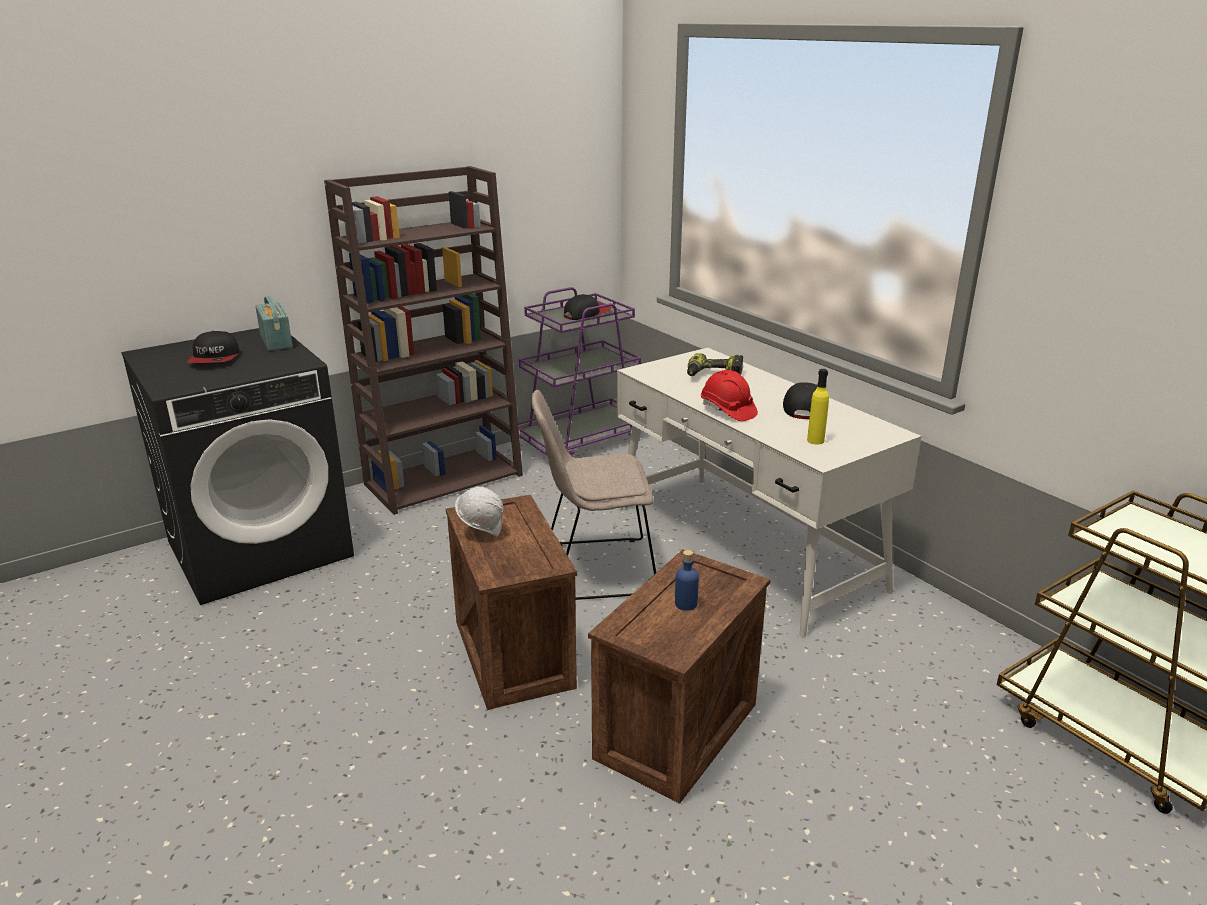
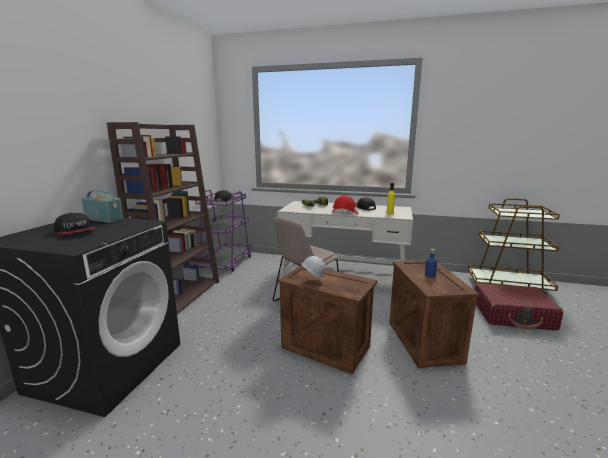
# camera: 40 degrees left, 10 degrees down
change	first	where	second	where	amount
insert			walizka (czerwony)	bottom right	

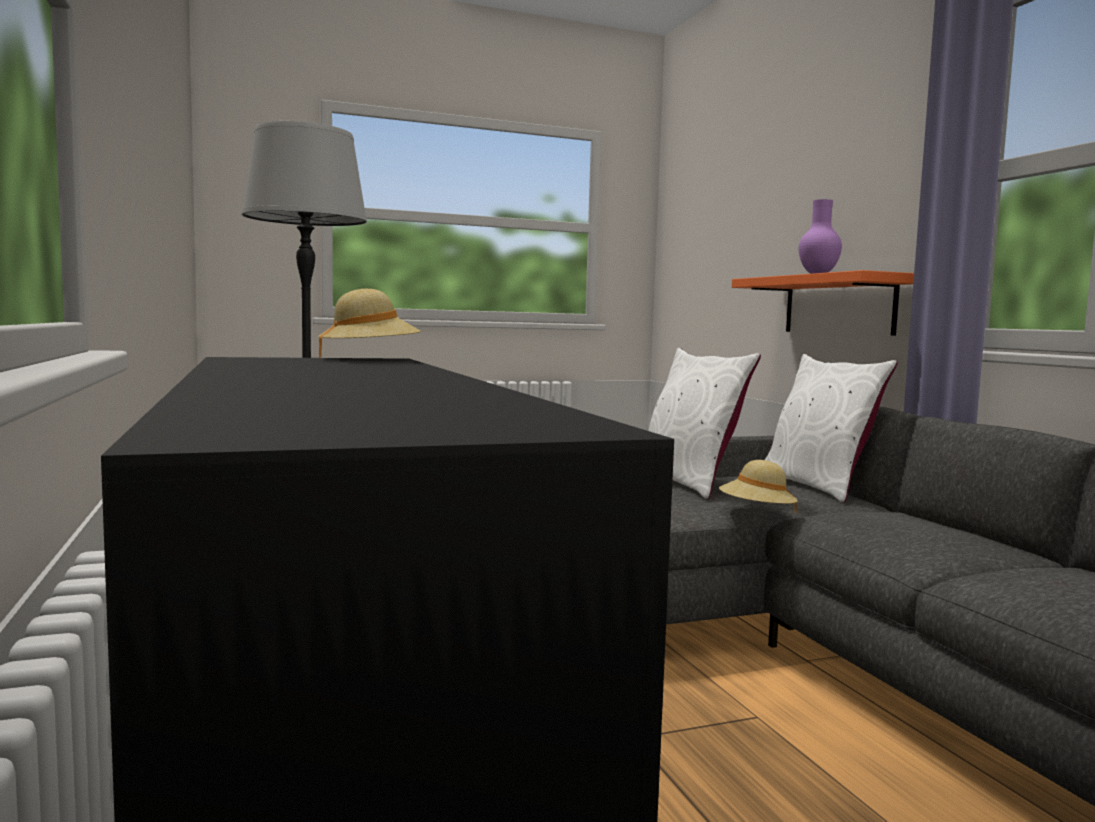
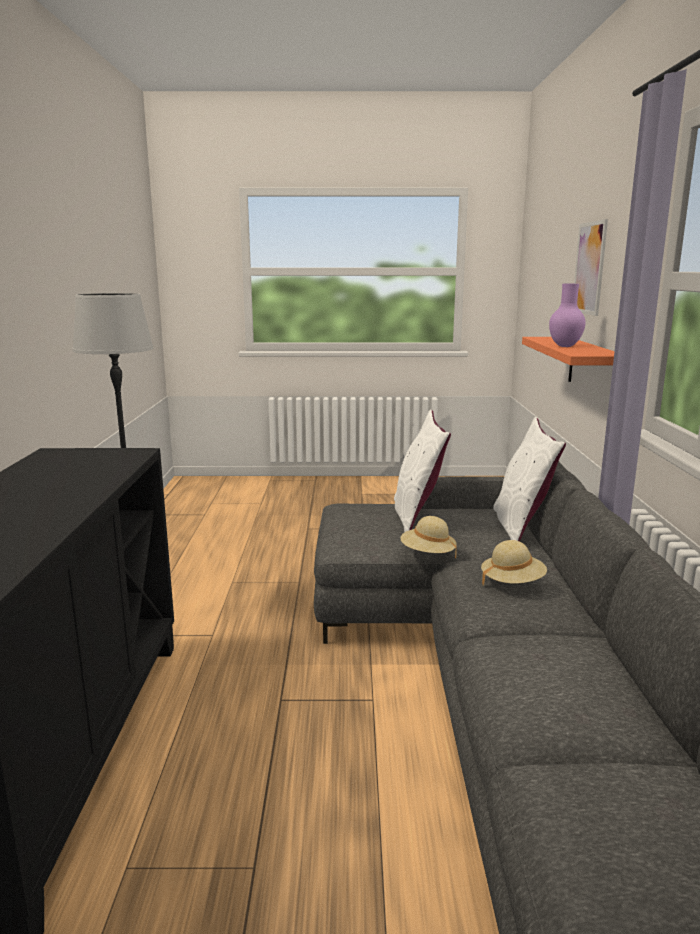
# camera: 20 degrees right, 10 degrees up
change	first	where	second	where	amount
move	kapelusz (beżowy) (1st from left in the first image)	centre	kapelusz (beżowy) (2nd from left)	middle right	
insert			obraz	top right	

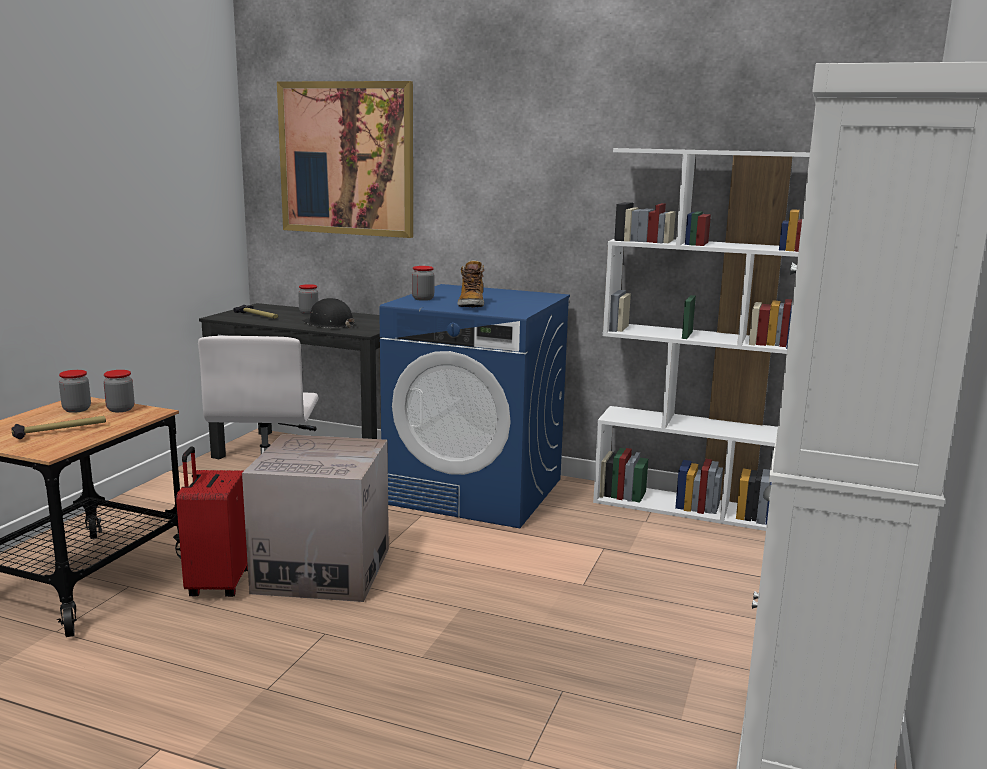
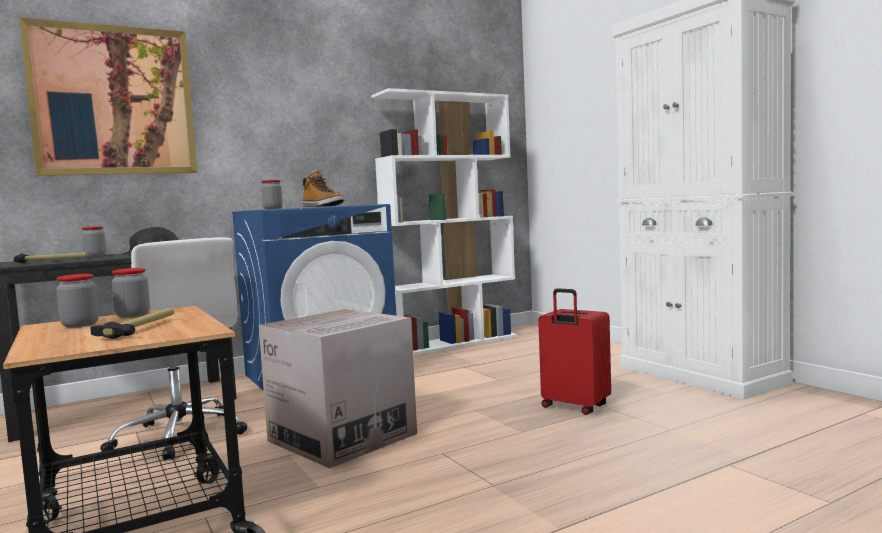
# camera: 50 degrees left, 10 degrees down
change	first	where	second	where	amount
move	walizka (czerwony)	bottom left		centre	

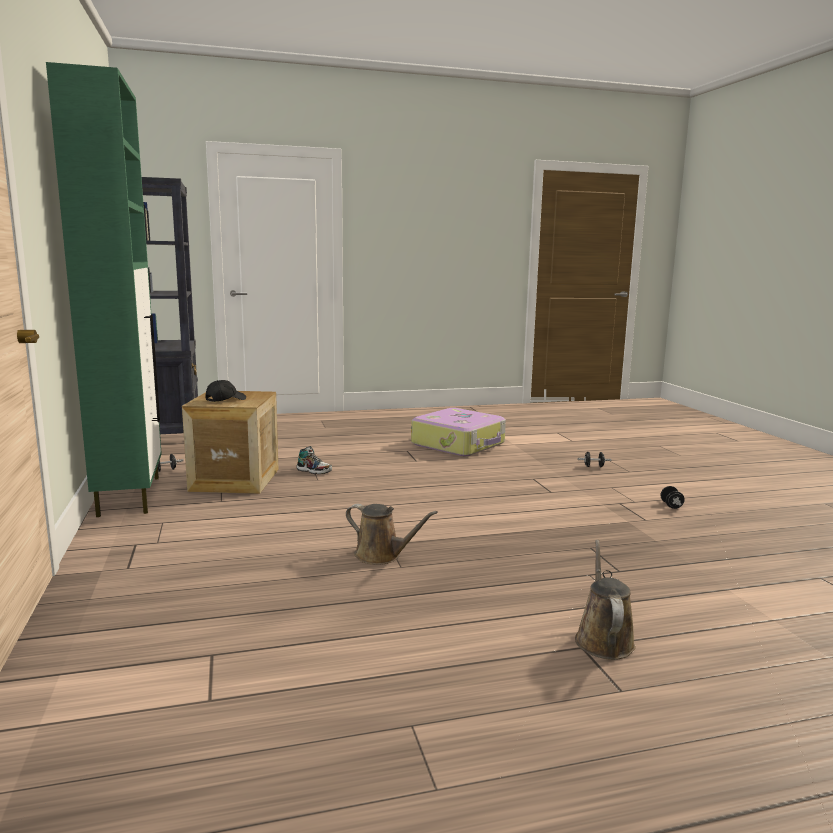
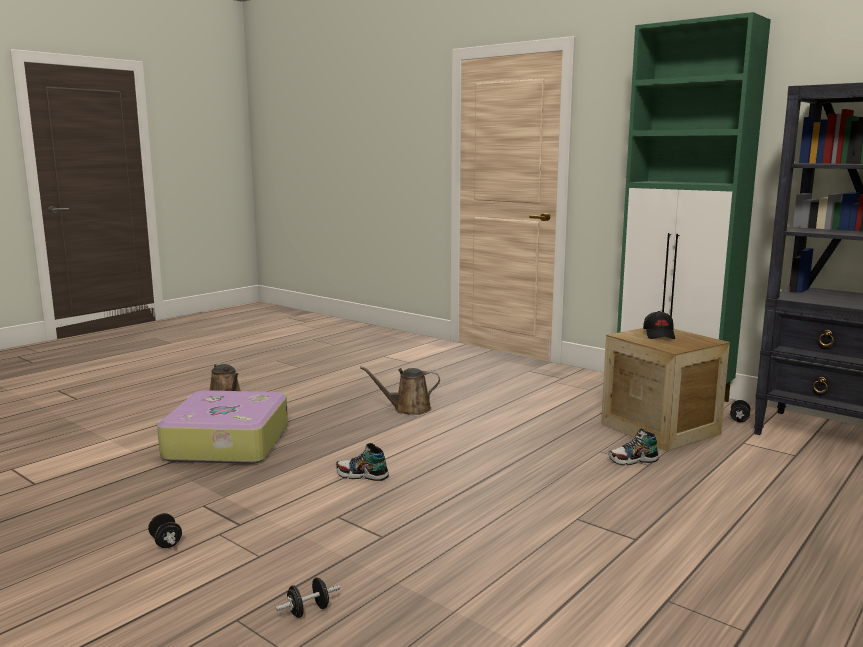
# camera: 145 degrees right, 0 degrees up
change	first	where	second	where	amount
move	walizka	centre		middle left	
insert			but (1st from left)	bottom centre	

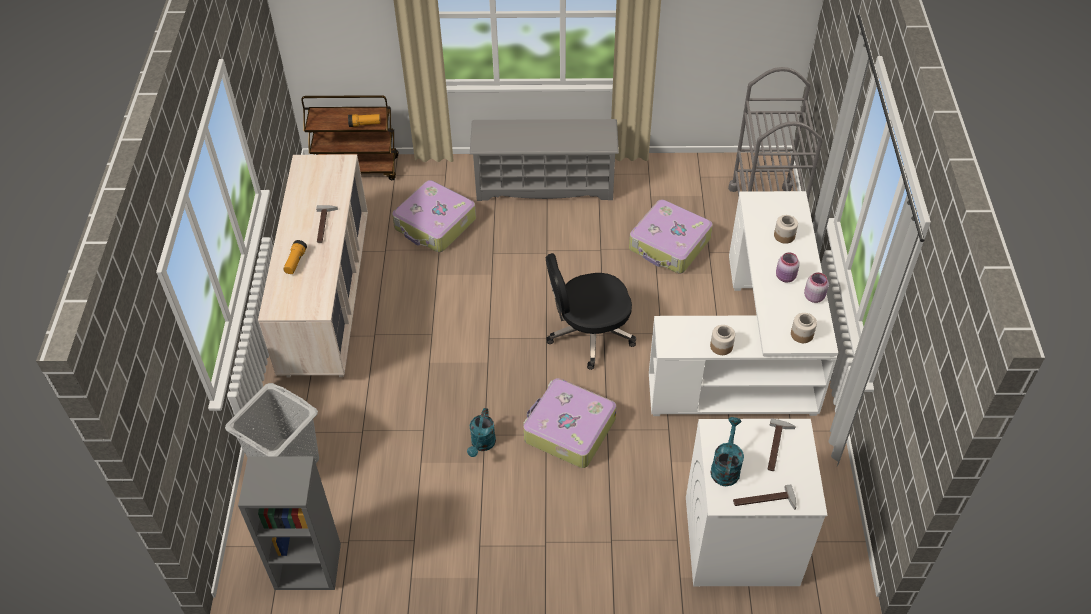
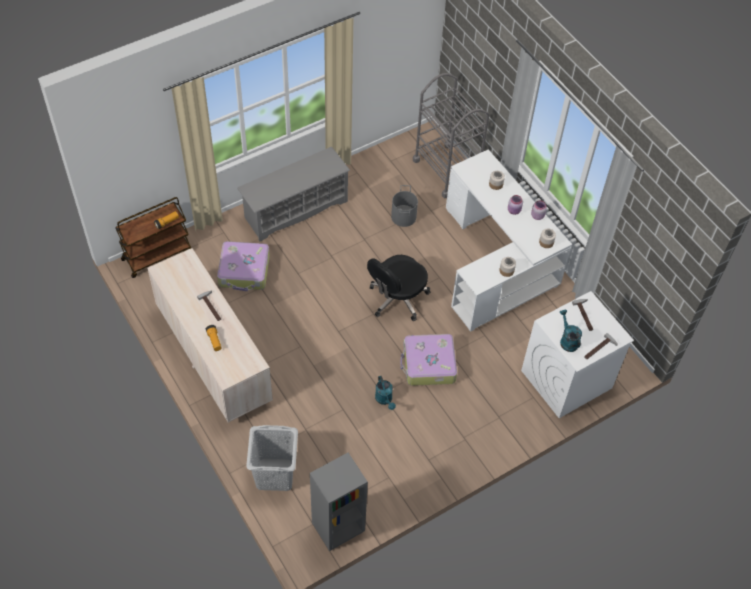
# camera: 35 degrees left, 5 degrees up
change	first	where	second	where	amount
replace	walizka (3rd from left)	centre	wiadro (szary)	centre	

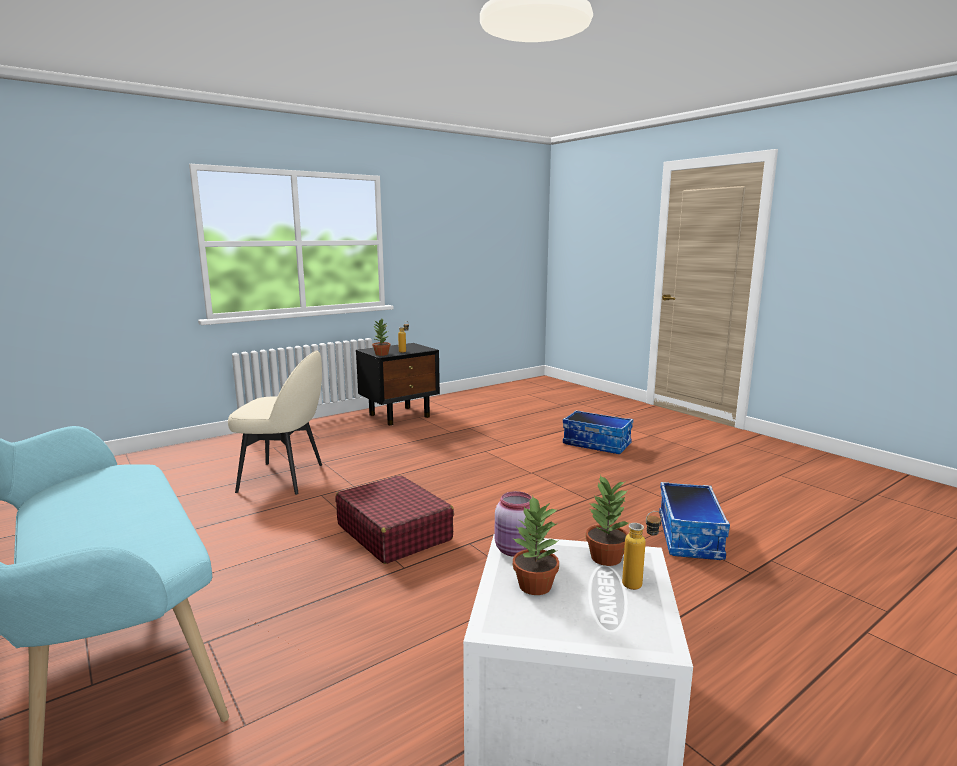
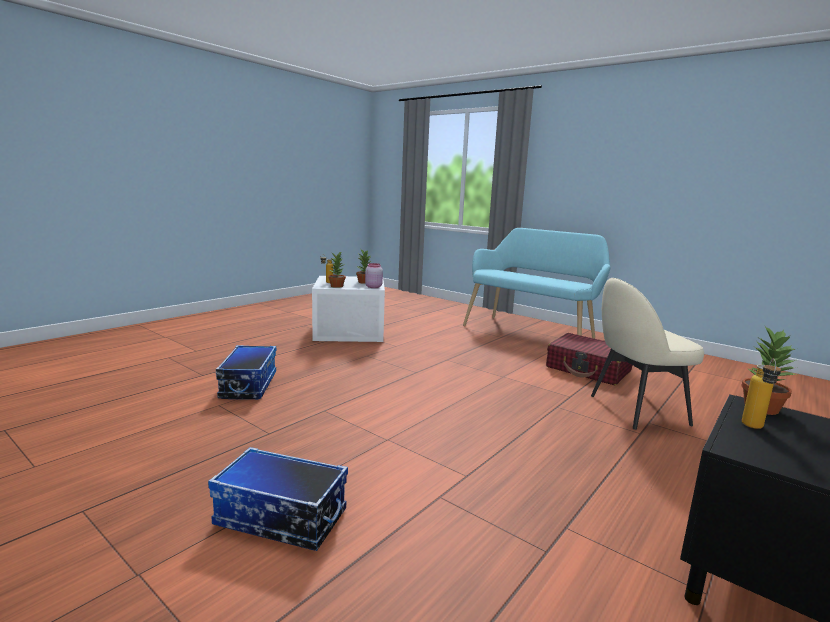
# camera: 165 degrees right, 0 degrees up
change	first	where	second	where	amount
move	walizka (czerwony)	bottom centre		middle right	

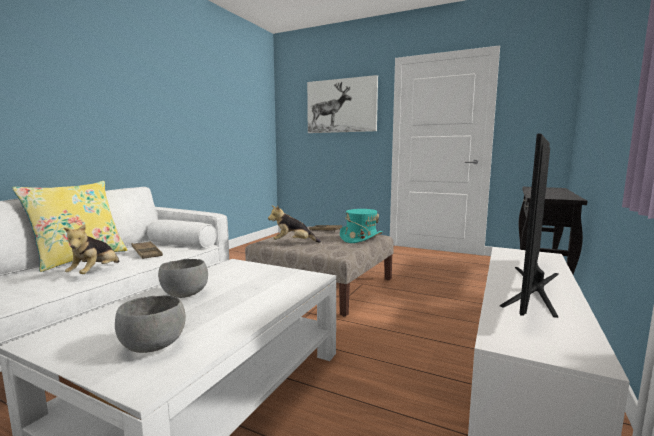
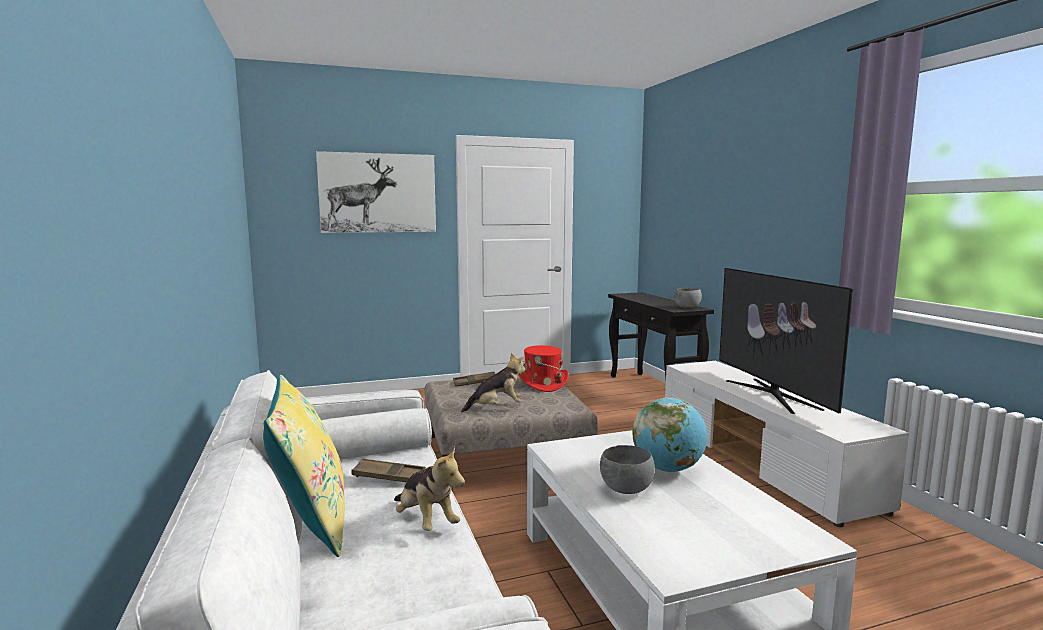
# camera: 45 degrees left, 0 degrees up
change	first	where	second	where	amount
rotate	pluszak (2nd from left)	centre		centre	150 degrees counterclockwise
recolor	kapelusz (turkusowy)	centre	kapelusz (czerwony)	centre	
move	miska (szary) (1st from left in the first image)	bottom left	miska (szary) (2nd from left)	centre	
insert			globus	bottom centre	

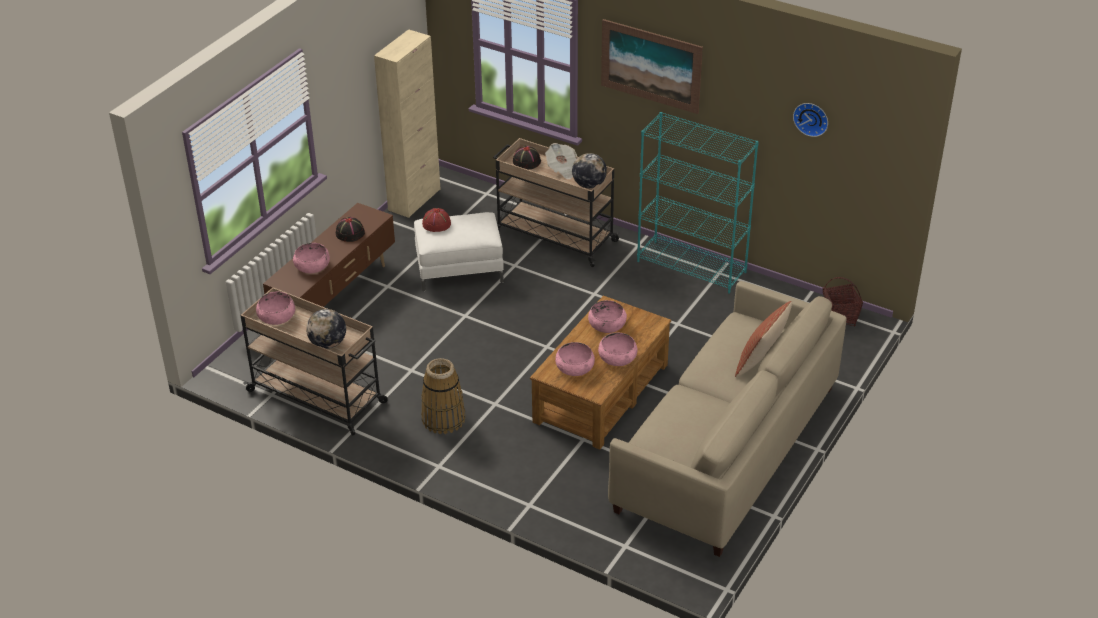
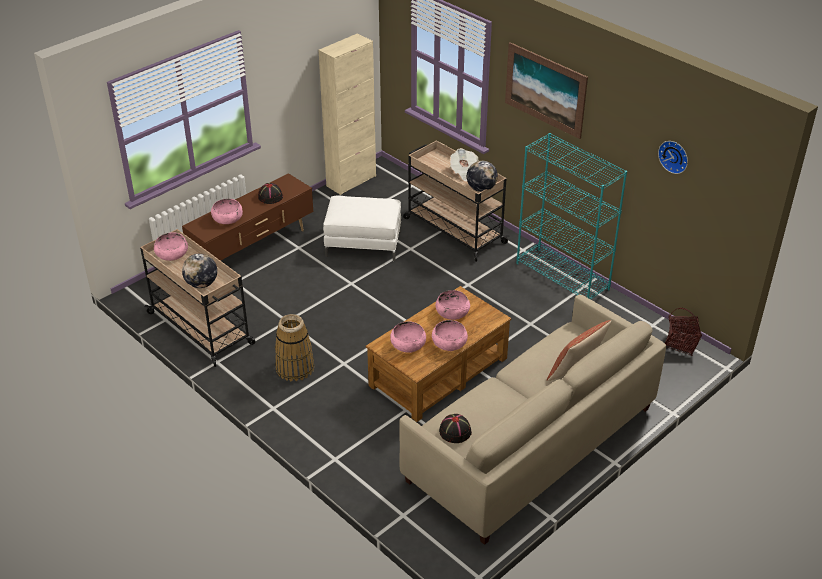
# camera: 15 degrees right, 0 degrees up
change	first	where	second	where	amount
move	kapelusz (czarny) (2nd from left)	top centre		bottom centre	
delete	kapelusz (czerwony)	centre			

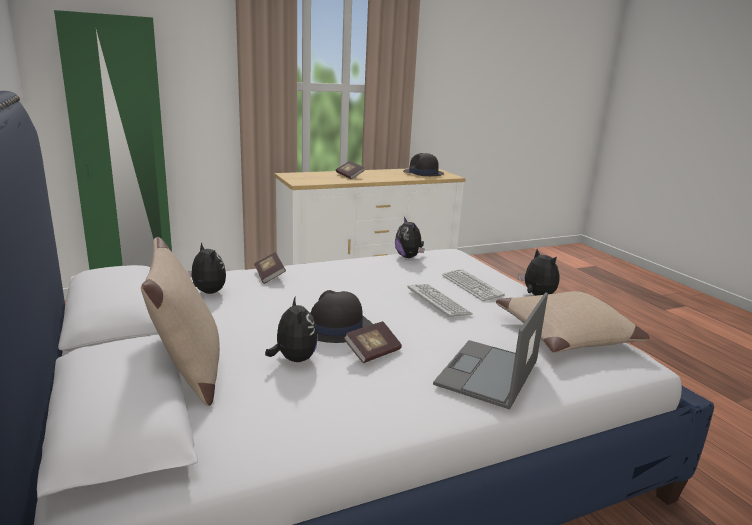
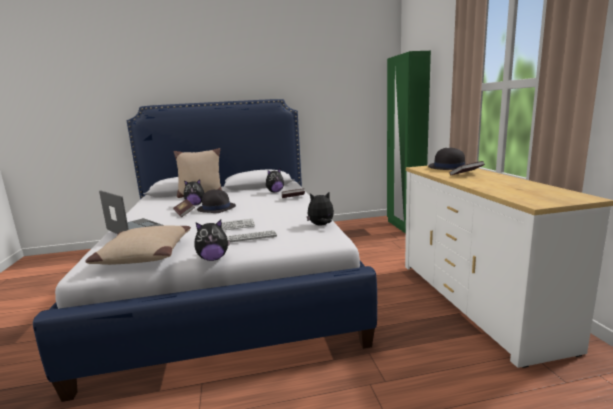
# camera: 105 degrees right, 5 degrees down
change	first	where	second	where	amount
move	kapelusz (czarny) (2nd from left)	top centre		middle right	

